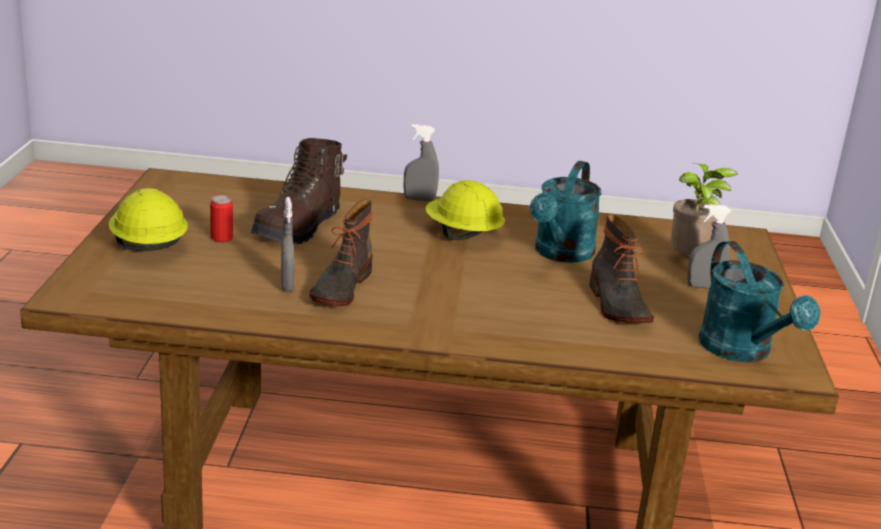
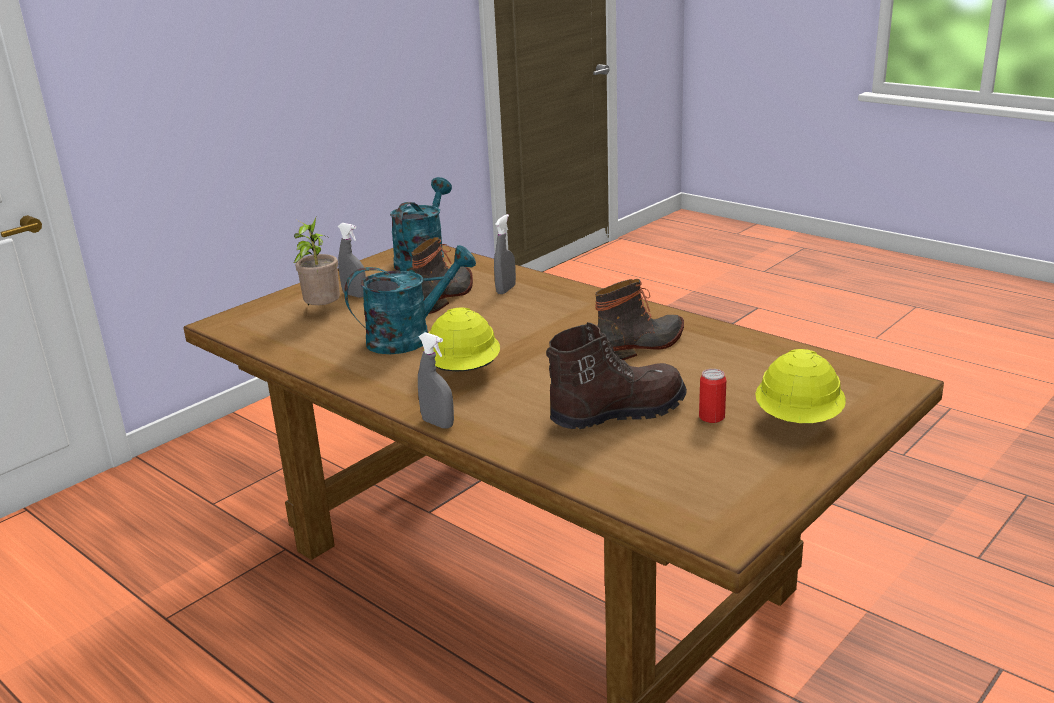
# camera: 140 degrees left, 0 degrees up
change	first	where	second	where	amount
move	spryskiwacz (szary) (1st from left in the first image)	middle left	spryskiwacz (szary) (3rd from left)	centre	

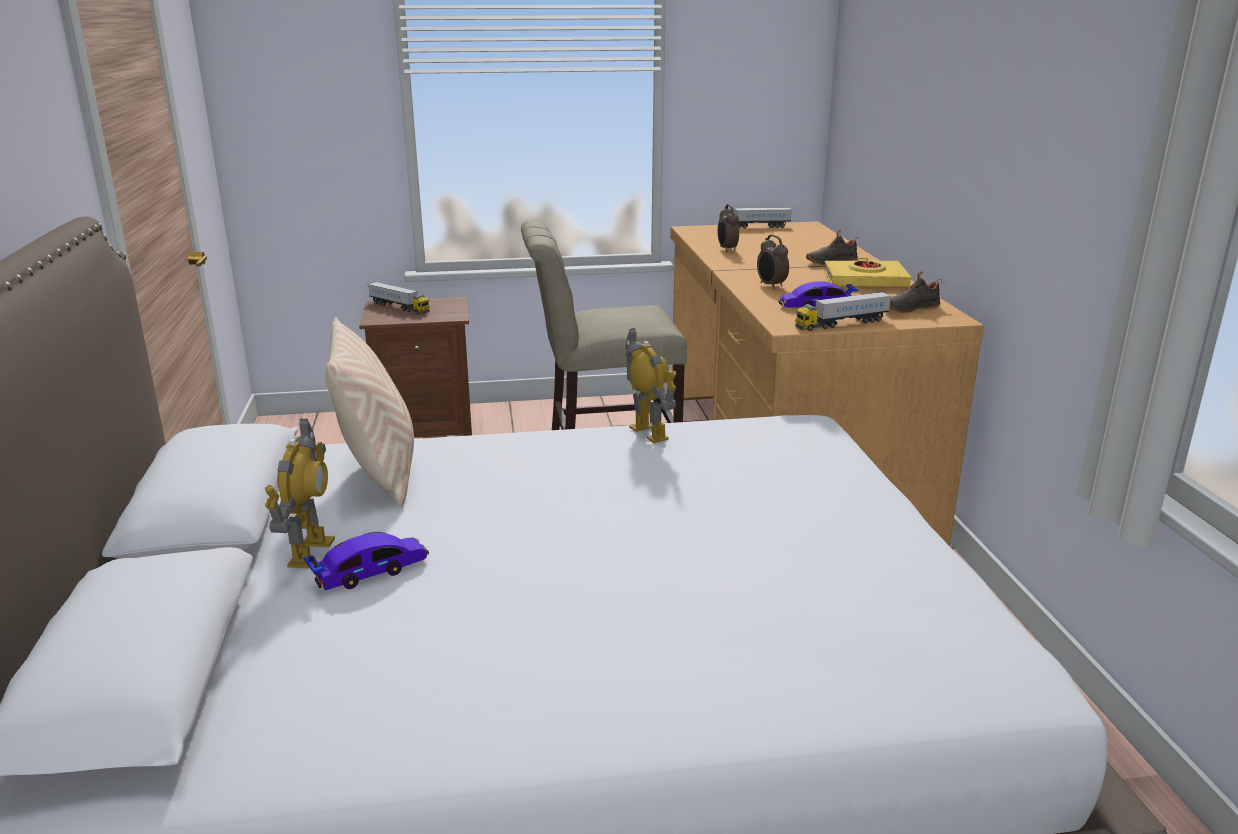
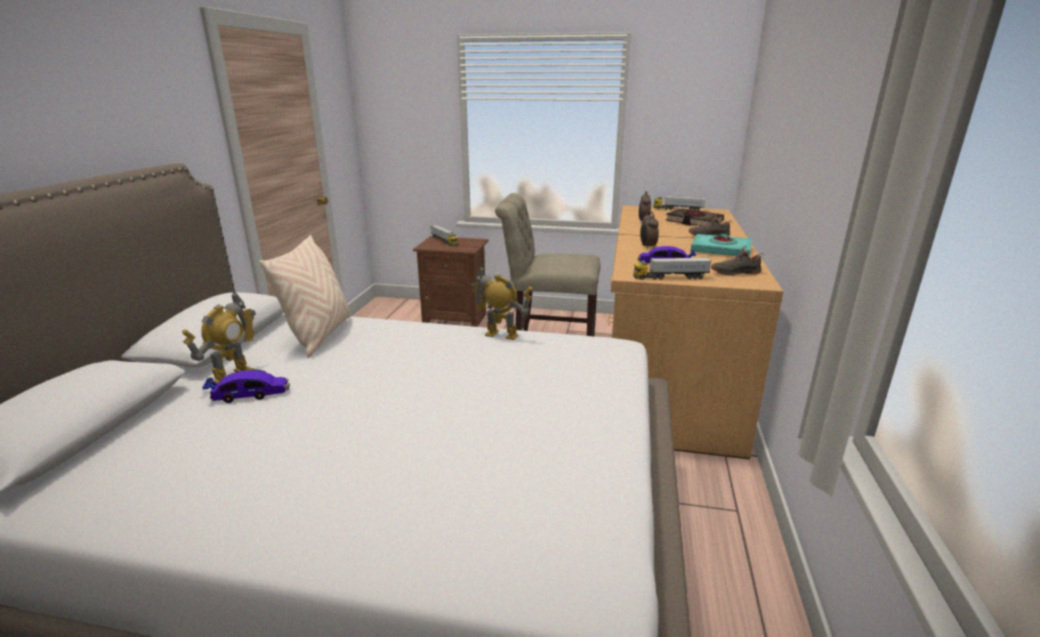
# camera: 20 degrees right, 0 degrees up
change	first	where	second	where	amount
recolor	książka (żółty)	top right	książka (turkusowy)	middle right	
rotate	robot zabawkowy (2nd from left)	centre		centre	60 degrees counterclockwise
insert			książka (czarny)	middle right	

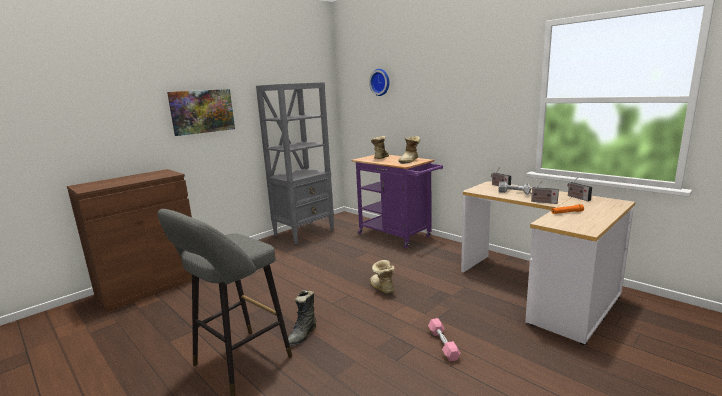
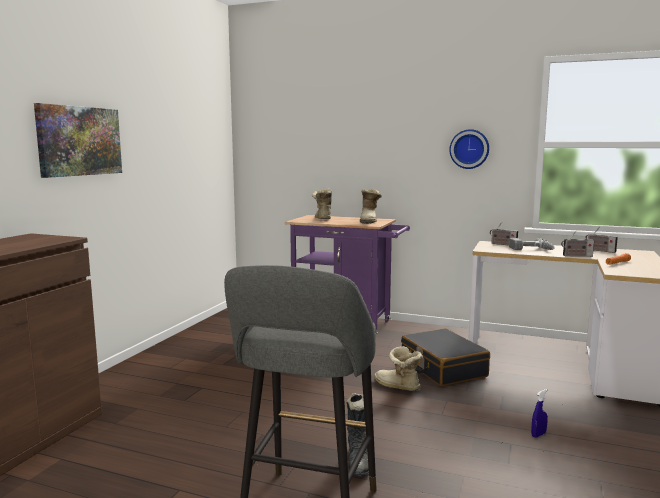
# camera: 25 degrees left, 5 degrees down
change	first	where	second	where	amount
move	zegar ścienny	top centre		top right	
delete	regał (szary)	centre			
replace	hantel (różowy)	bottom centre	spryskiwacz (niebieski)	bottom right	
insert			walizka (czarny)	bottom right	

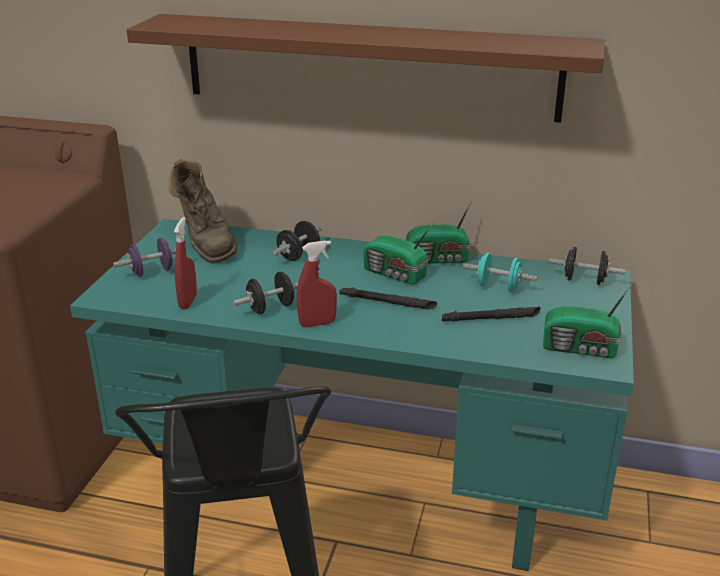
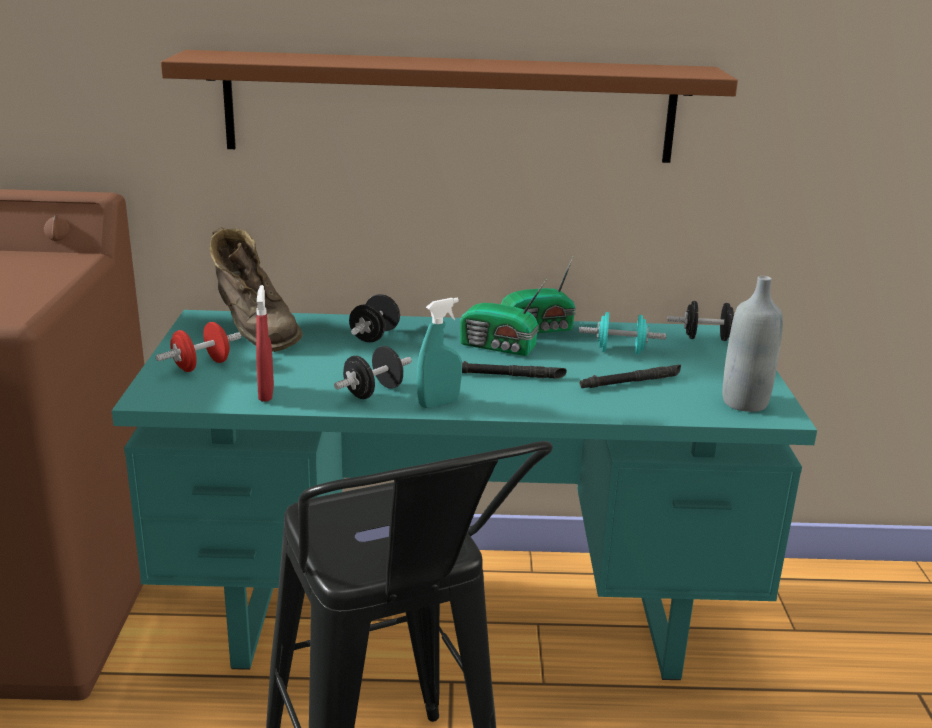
# camera: 15 degrees left, 5 degrees down
change	first	where	second	where	amount
recolor	hantel (fioletowy)	middle left	hantel (czerwony)	middle left	
recolor	spryskiwacz (czerwony) (2nd from left)	centre	spryskiwacz (turkusowy)	centre	
replace	radio (3rd from left)	middle right	butelka (szary)	middle right	

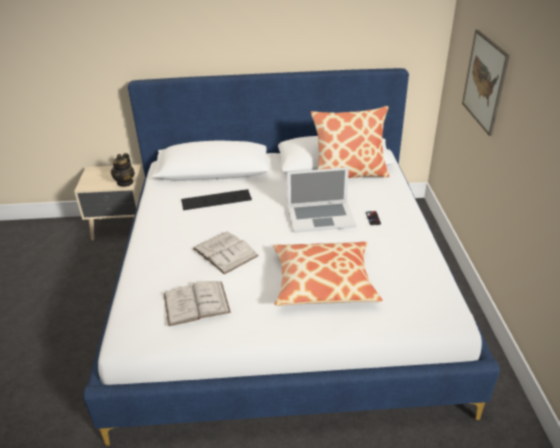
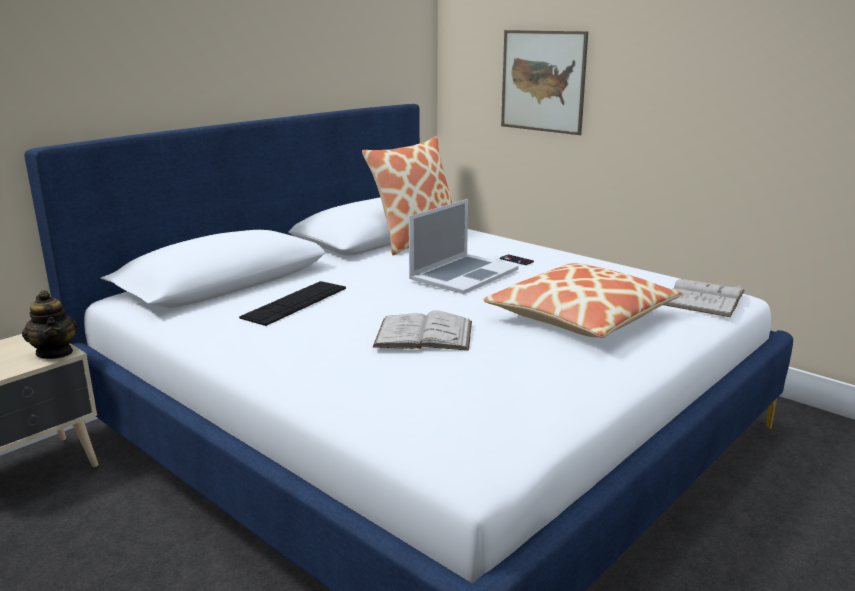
# camera: 45 degrees left, 15 degrees down
change	first	where	second	where	amount
move	książka (biały) (1st from left in the first image)	bottom centre	książka (biały) (2nd from left)	middle right	

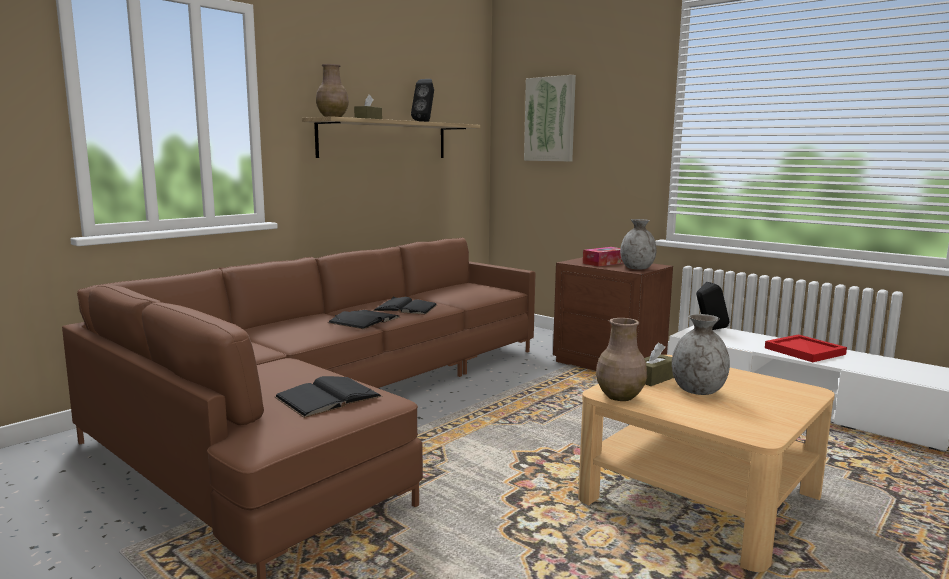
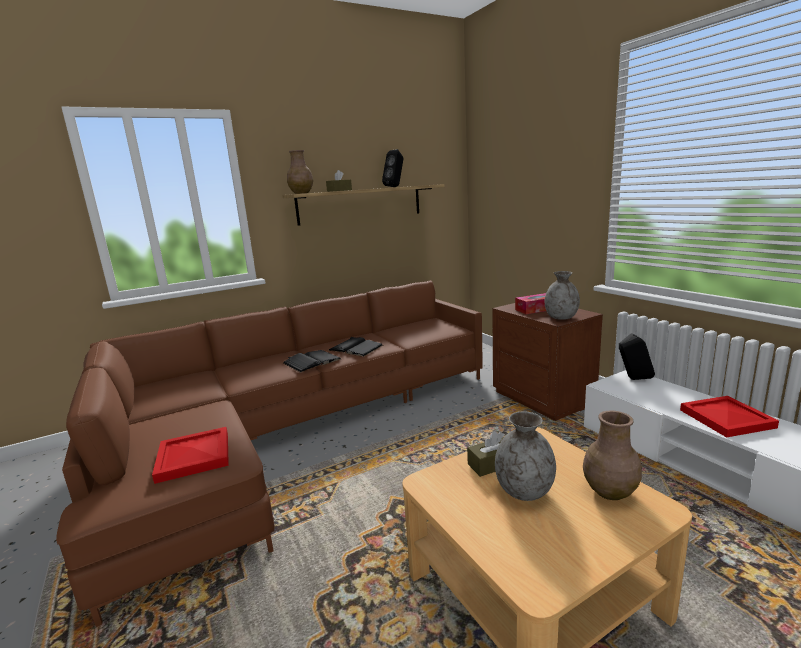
# camera: 20 degrees right, 5 degrees up
change	first	where	second	where	amount
delete	obraz	top centre			
move	wazon (brązowy) (2nd from left)	centre		bottom right	
replace	książka (czarny) (1st from left)	bottom centre	taca (czerwony) (1st from left)	bottom left	

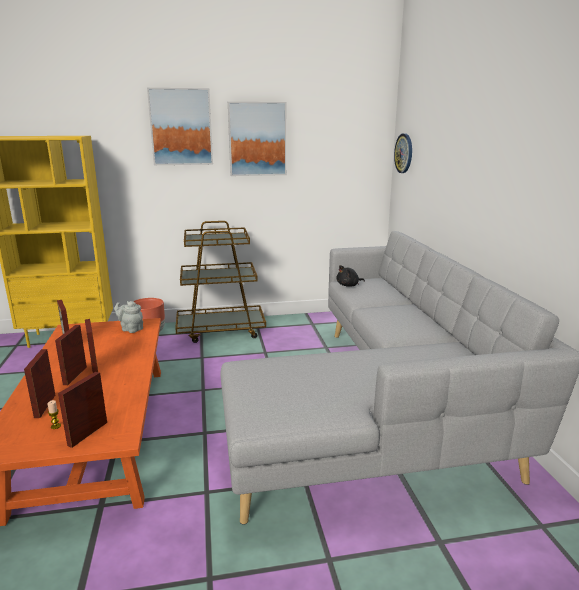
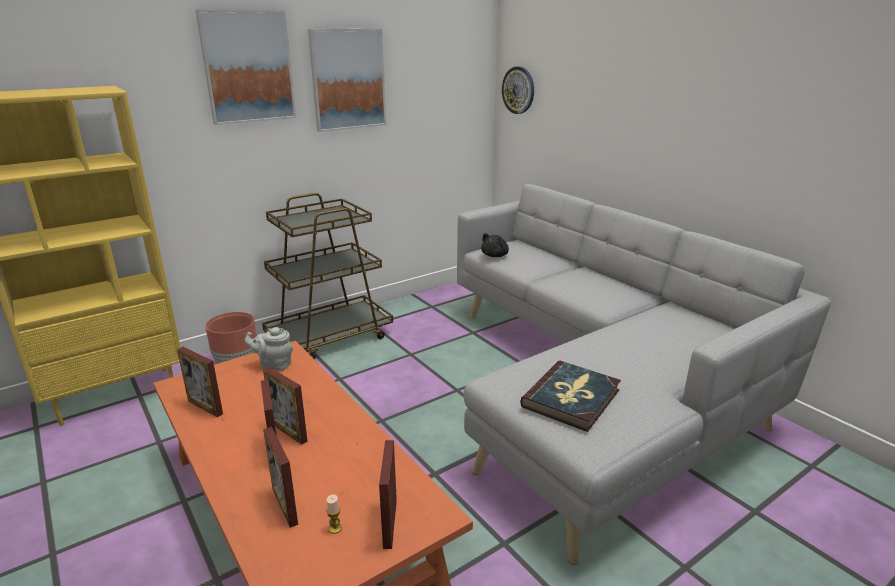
# camera: 25 degrees left, 5 degrees up
change	first	where	second	where	amount
insert			książka	bottom centre	

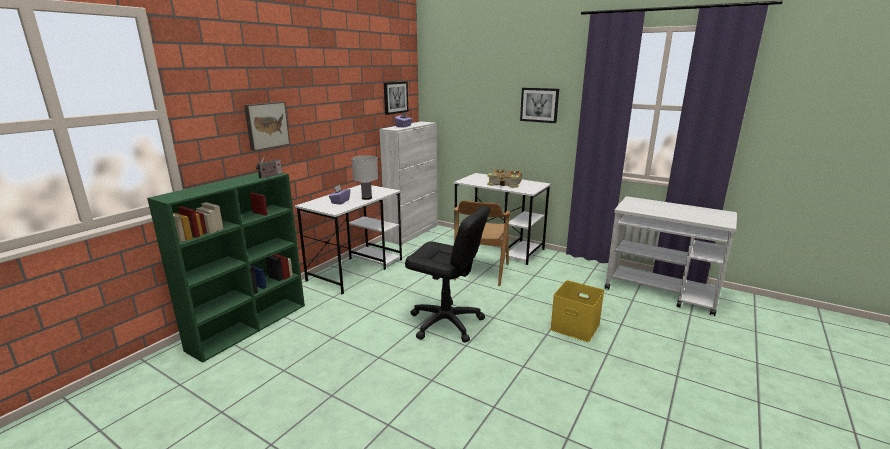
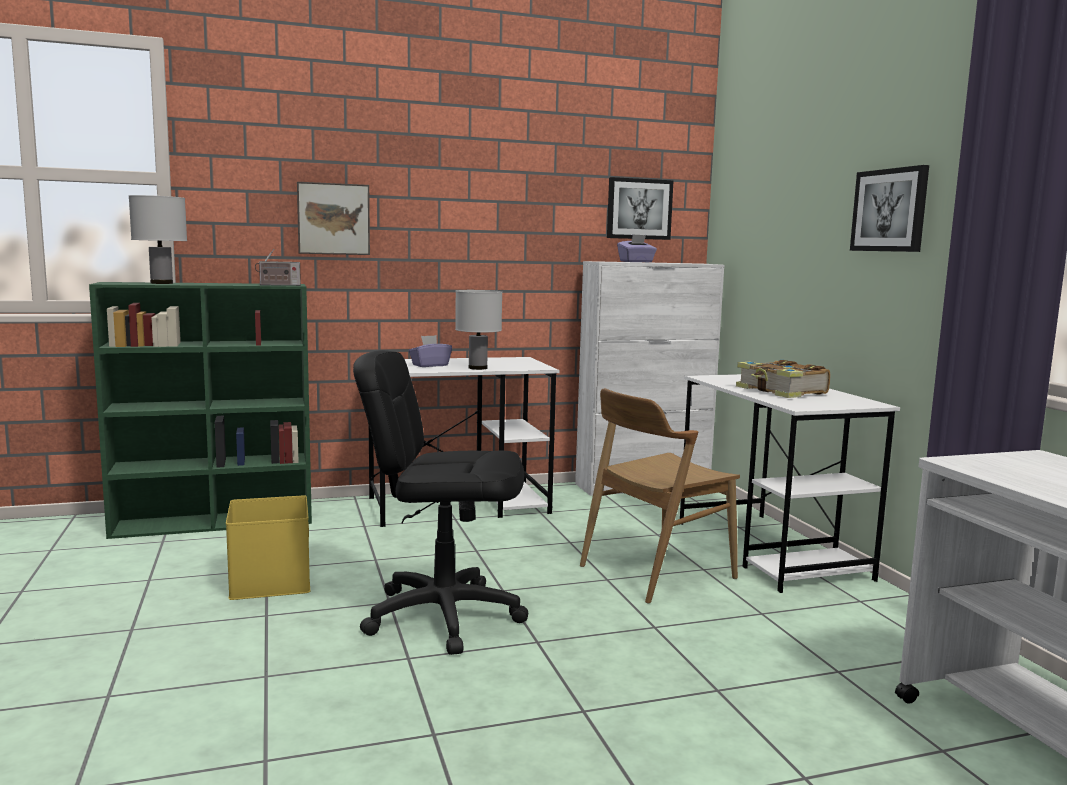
# camera: 40 degrees right, 10 degrees down
change	first	where	second	where	amount
rotate	krzesło biurowe (czarny)	centre		centre	120 degrees clockwise
move	pojemnik do przechowywania (żółty)	bottom centre		bottom left	
insert			lampa stołowa (biały) (1st from left)	top left	

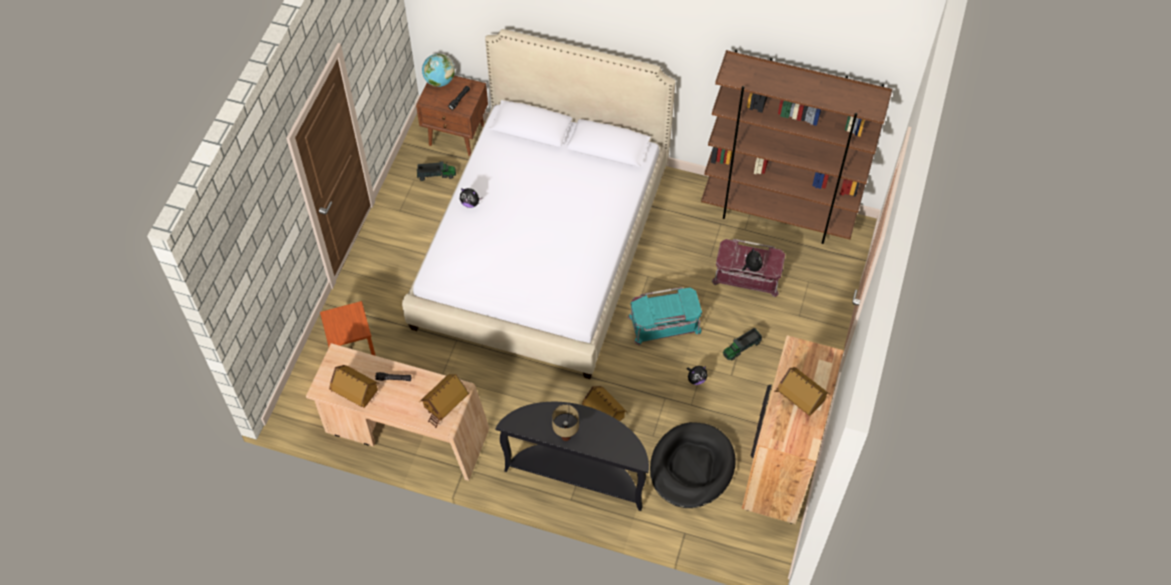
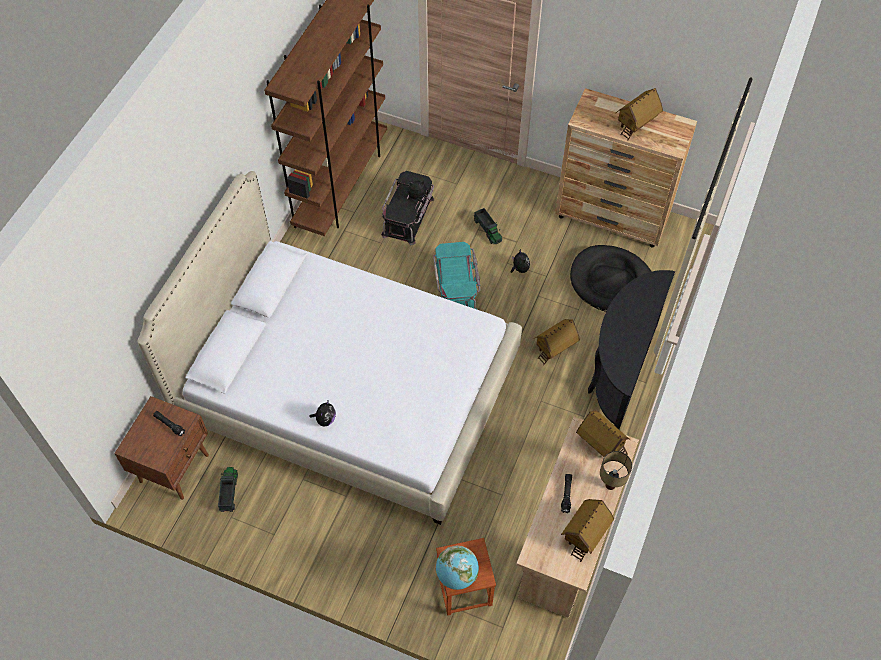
# camera: 85 degrees left, 0 degrees up
change	first	where	second	where	amount
move	globus	top centre		bottom centre	
recolor	pojemnik do przechowywania (czerwony)	centre	pojemnik do przechowywania (czarny)	top centre	
move	lampa stołowa	bottom centre		bottom right	

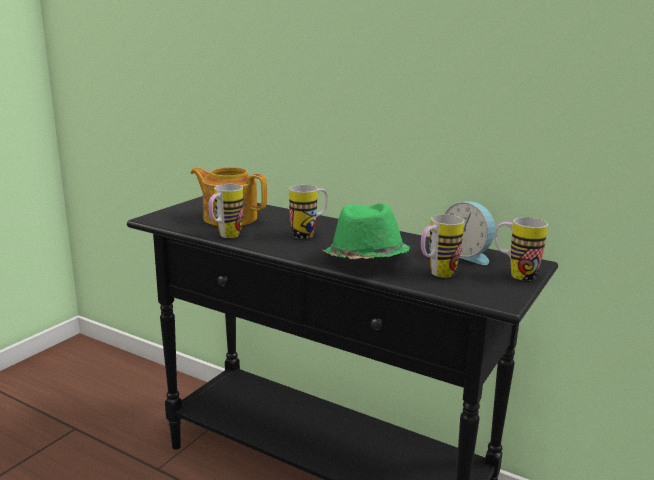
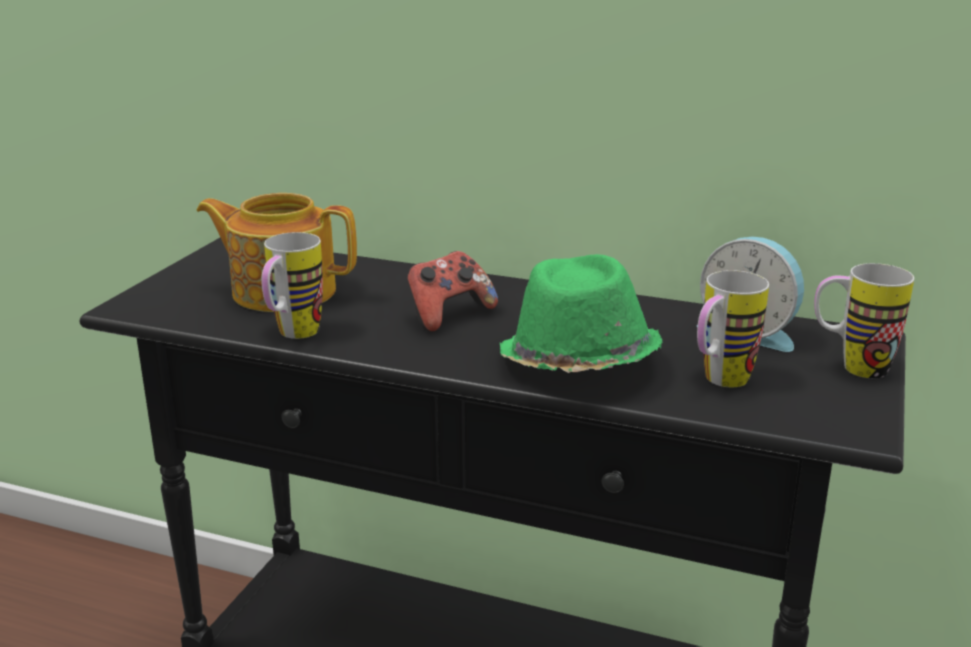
# camera: 10 degrees left, 5 degrees up
change	first	where	second	where	amount
replace	kubek (2nd from left)	centre	pad do gier	centre	

